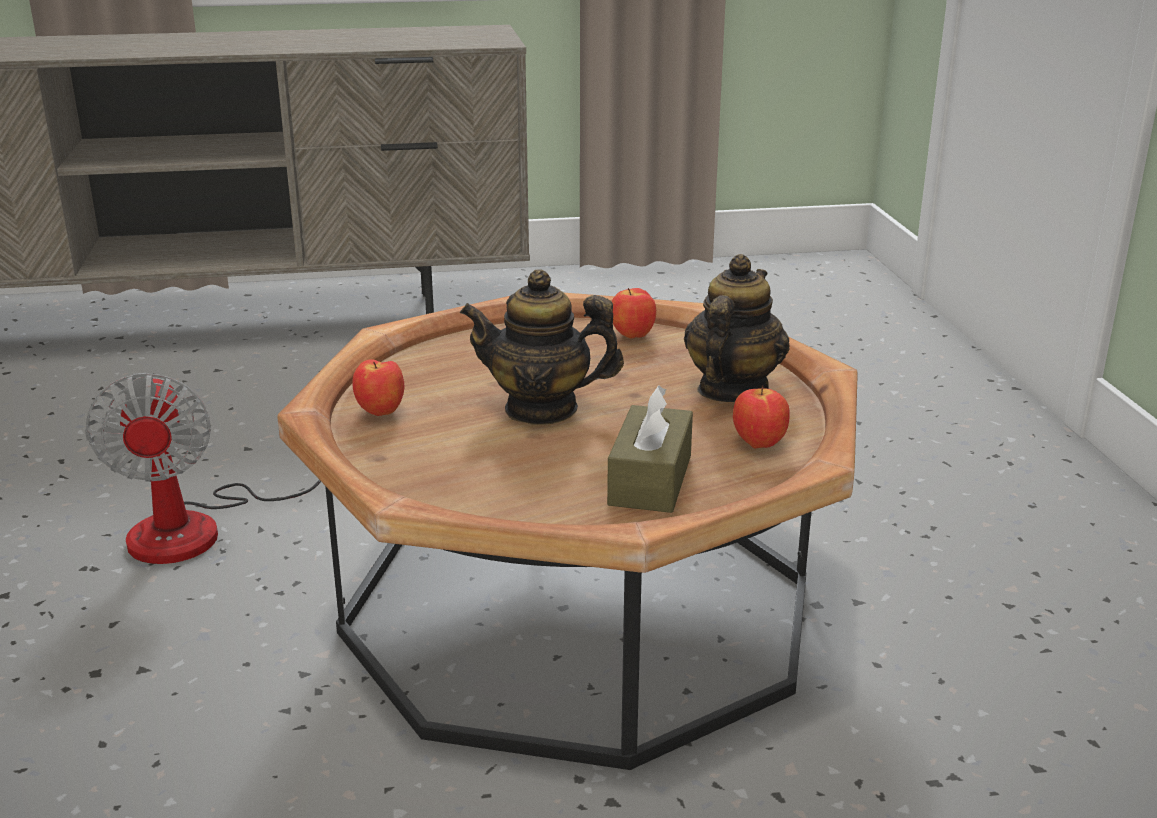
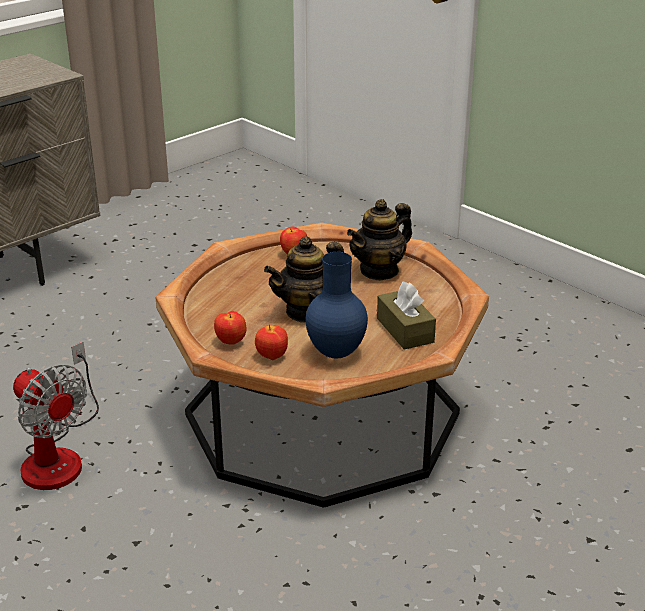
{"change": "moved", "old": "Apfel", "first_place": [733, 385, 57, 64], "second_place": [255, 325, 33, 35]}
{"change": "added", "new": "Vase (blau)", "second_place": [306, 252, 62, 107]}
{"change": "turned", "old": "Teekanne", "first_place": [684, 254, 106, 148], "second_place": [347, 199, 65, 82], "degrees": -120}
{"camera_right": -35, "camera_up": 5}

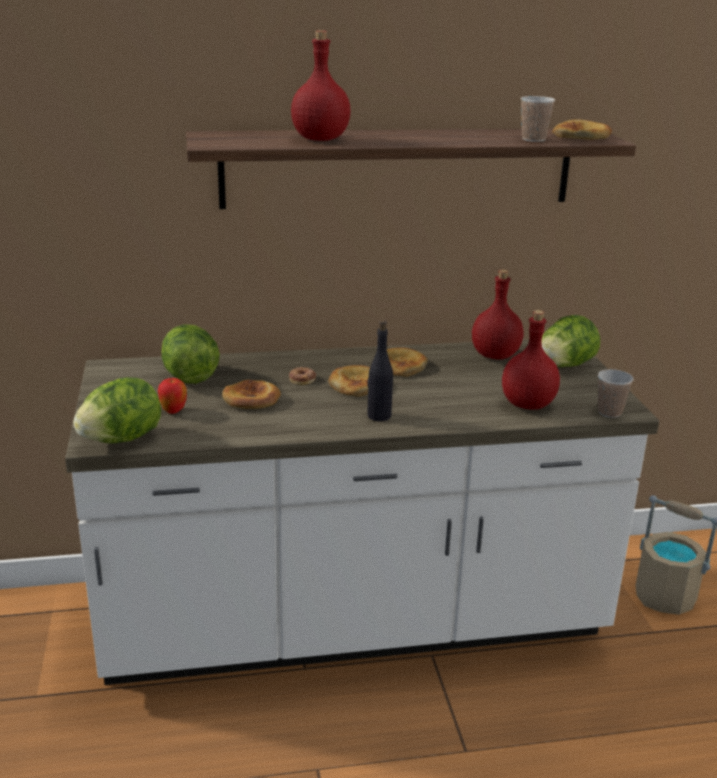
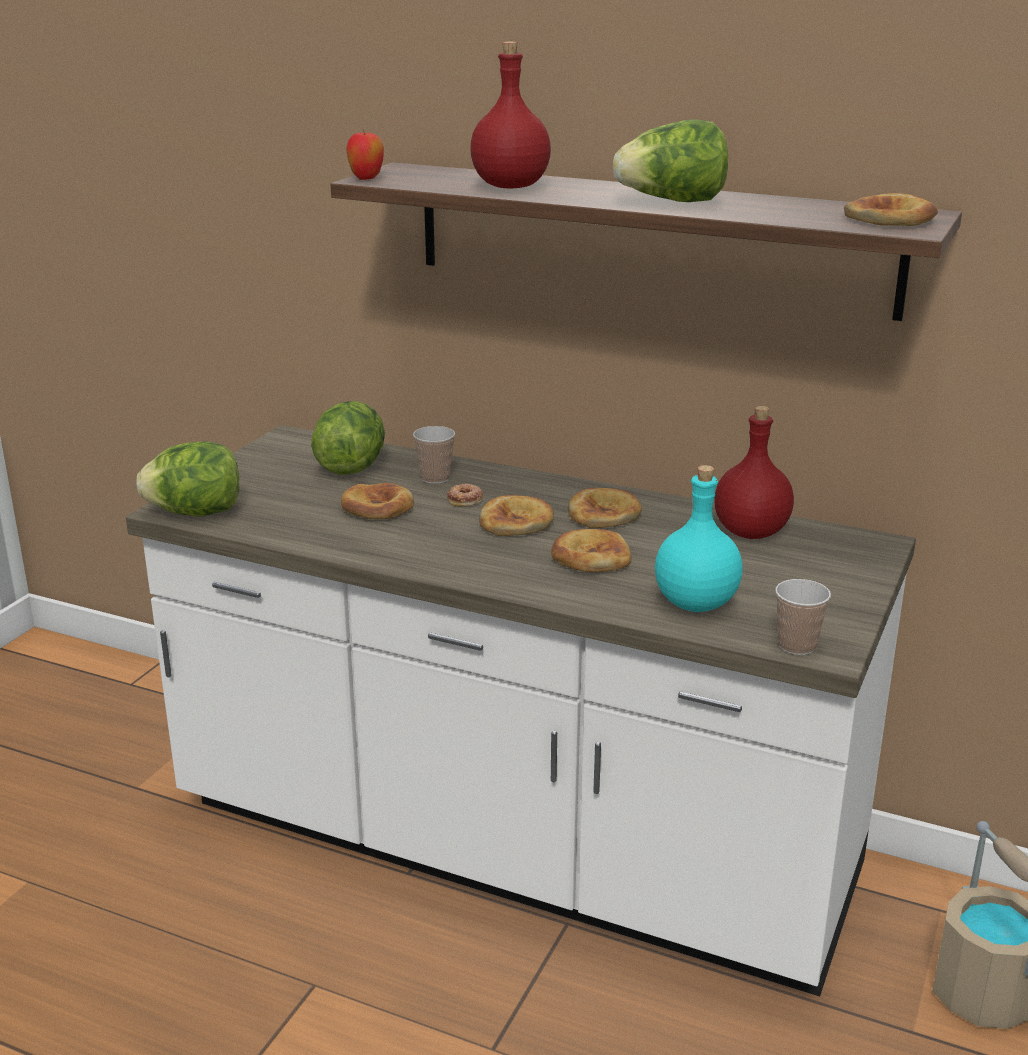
{"change": "moved", "old": "Apfel", "first_place": [158, 378, 29, 36], "second_place": [346, 129, 38, 51]}
{"change": "moved", "old": "Tasse", "first_place": [520, 96, 35, 46], "second_place": [413, 426, 42, 58]}
{"change": "added", "new": "Brot", "second_place": [551, 529, 81, 43]}
{"change": "moved", "old": "Salatkopf", "first_place": [542, 315, 58, 52], "second_place": [613, 119, 115, 83]}
{"change": "recoloured", "old": "Flasche (rot)", "new": "Flasche (türkis)", "first_place": [502, 310, 58, 100], "second_place": [655, 465, 88, 147]}
{"change": "removed", "old": "Flasche (schwarz)", "first_place": [367, 320, 26, 101]}
{"camera_right": 35, "camera_up": 0}

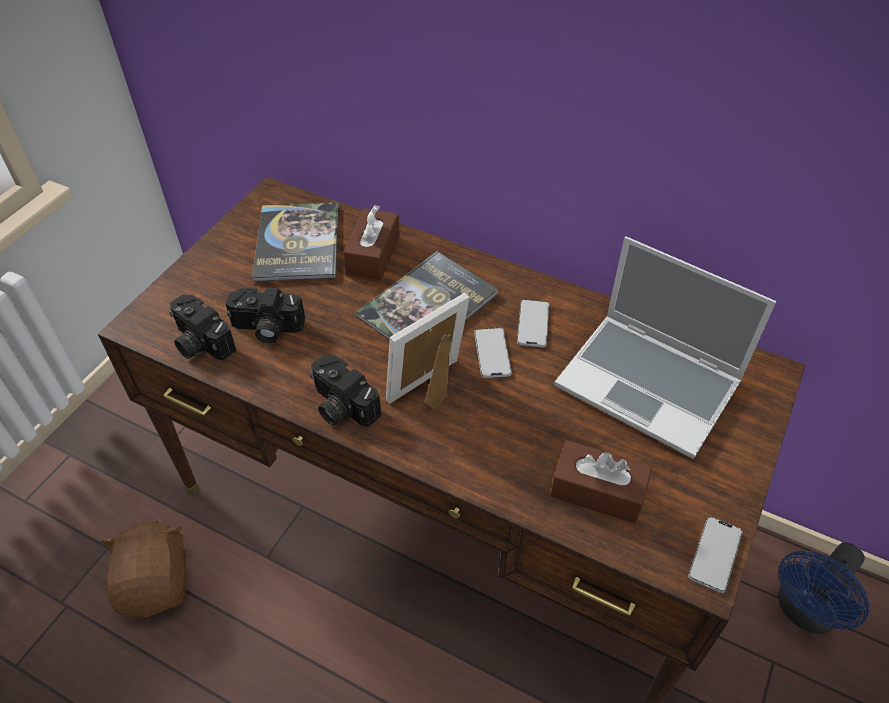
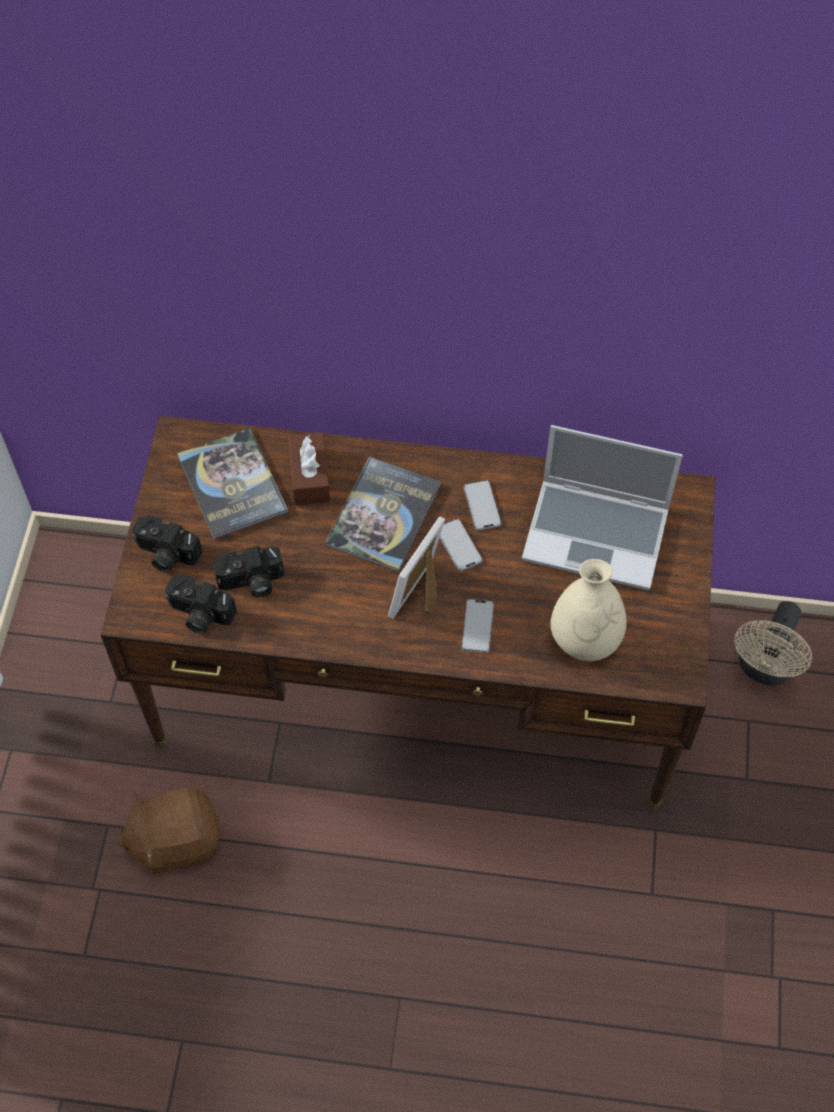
{"change": "turned", "old": "Plüschtier (braun)", "first_place": [101, 521, 86, 97], "second_place": [118, 788, 102, 86], "degrees": -75}
{"change": "moved", "old": "Kamera", "first_place": [310, 355, 71, 72], "second_place": [132, 515, 70, 58]}
{"change": "moved", "old": "Handy", "first_place": [688, 517, 55, 76], "second_place": [461, 599, 33, 54]}
{"change": "replaced", "old": "Taschentuchbox (braun)", "new": "Vase (beige)", "first_place": [550, 440, 102, 84], "second_place": [550, 559, 76, 102]}
{"change": "recoloured", "old": "Ventilator (blau)", "new": "Ventilator (beige)", "first_place": [778, 542, 92, 92], "second_place": [734, 601, 78, 85]}
{"camera_right": -20, "camera_up": 10}

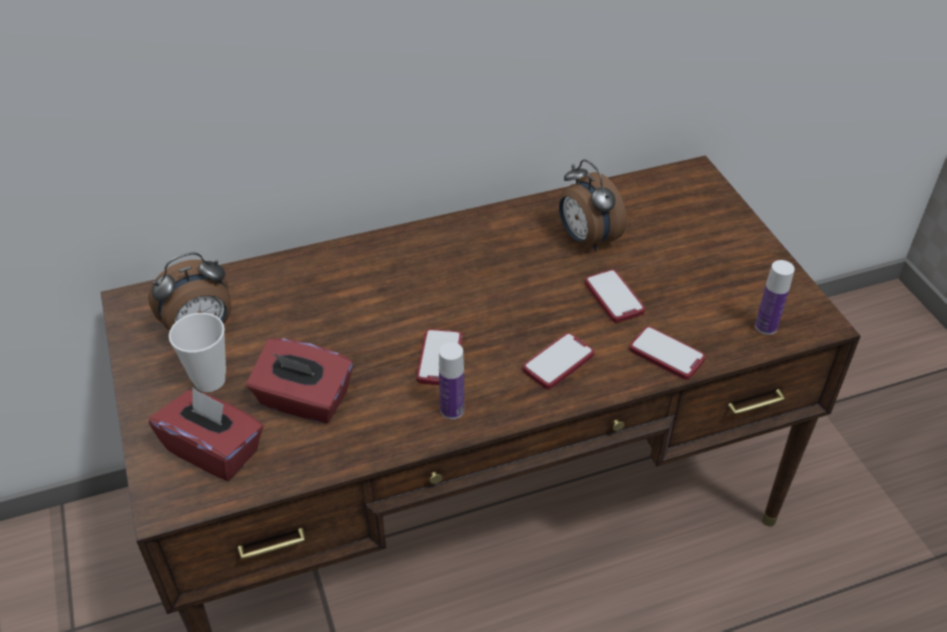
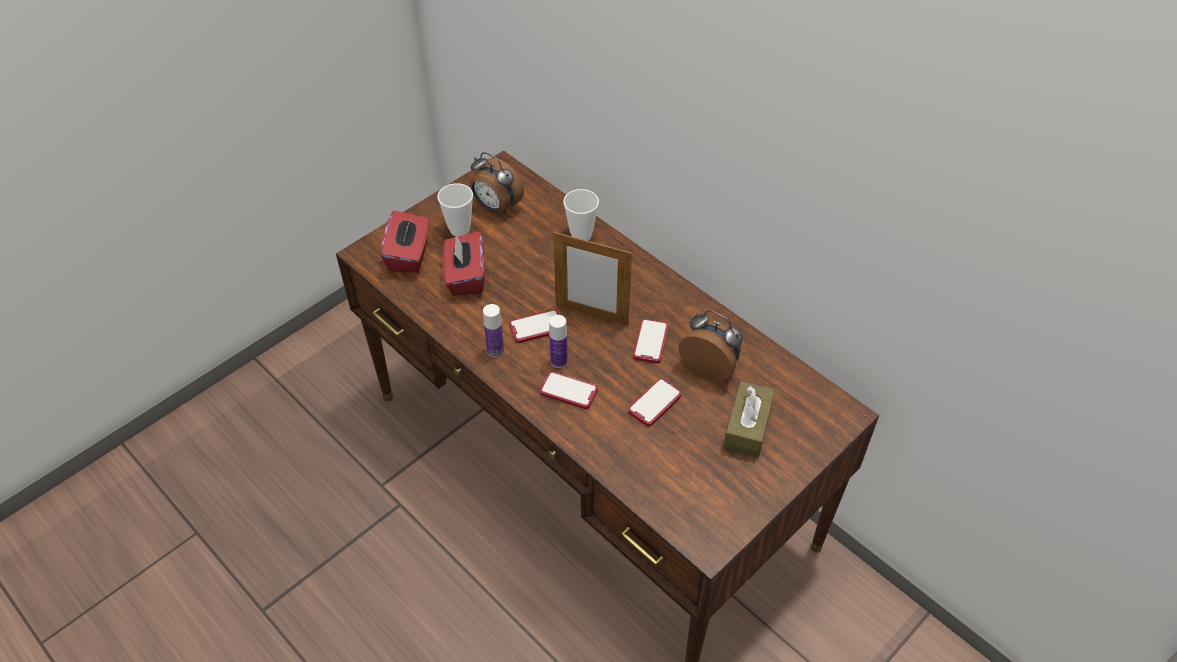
{"change": "moved", "old": "Flasche", "first_place": [755, 260, 40, 75], "second_place": [549, 315, 19, 53]}
{"change": "added", "new": "Bilderrahmen", "second_place": [553, 232, 79, 94]}
{"change": "added", "new": "Tasse", "second_place": [563, 189, 36, 52]}
{"change": "moved", "old": "Handy", "first_place": [629, 326, 76, 54], "second_place": [633, 319, 35, 45]}
{"change": "turned", "old": "Wecker", "first_place": [559, 160, 68, 91], "second_place": [678, 311, 64, 70], "degrees": 90}
{"change": "added", "new": "Taschentuchbox (braun)", "second_place": [723, 381, 52, 77]}
{"camera_right": 65, "camera_up": 5}

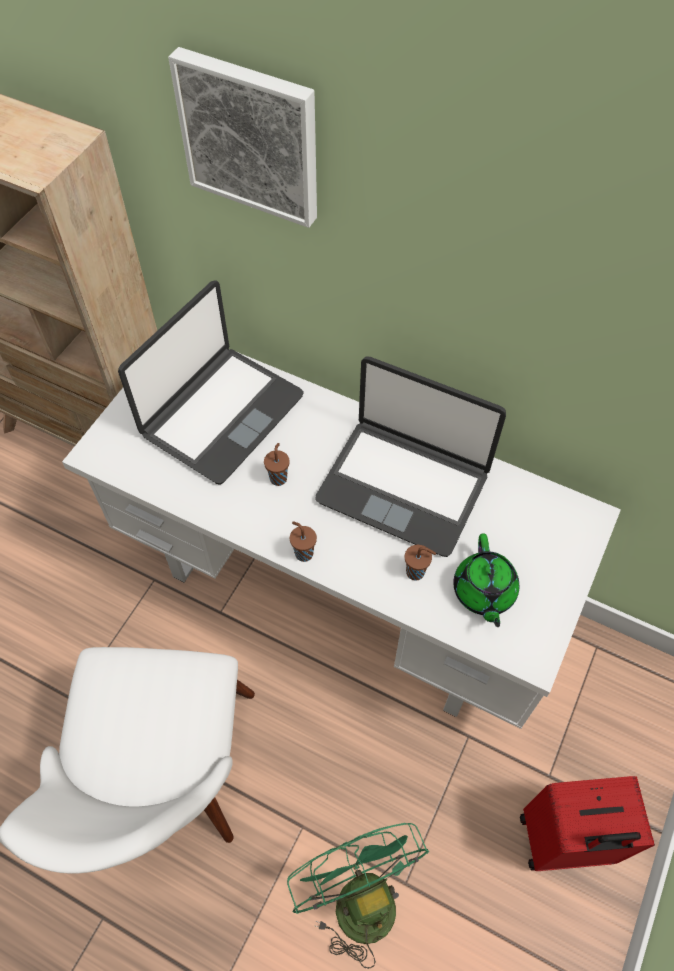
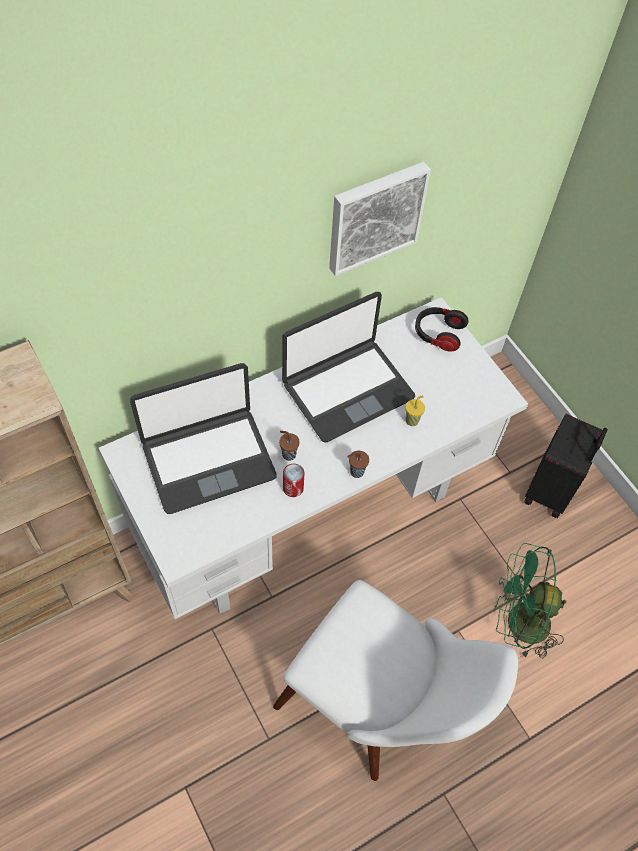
{"change": "turned", "old": "Laptop", "first_place": [118, 280, 186, 205], "second_place": [130, 363, 147, 151], "degrees": 90}
{"change": "added", "new": "Dose", "second_place": [283, 464, 21, 33]}
{"change": "moved", "old": "Bild", "first_place": [168, 47, 149, 181], "second_place": [329, 162, 102, 114]}
{"change": "recoloured", "old": "Tasse (braun)", "new": "Tasse (gelb)", "first_place": [405, 545, 31, 36], "second_place": [405, 395, 20, 31]}
{"change": "added", "new": "Kopfhörer", "second_place": [415, 307, 54, 45]}
{"change": "recoloured", "old": "Koffer (rot)", "new": "Koffer (schwarz)", "first_place": [520, 776, 135, 95], "second_place": [524, 414, 84, 104]}
{"change": "removed", "old": "Teekanne (grün)", "first_place": [453, 534, 66, 93]}
{"camera_right": -60, "camera_up": 0}

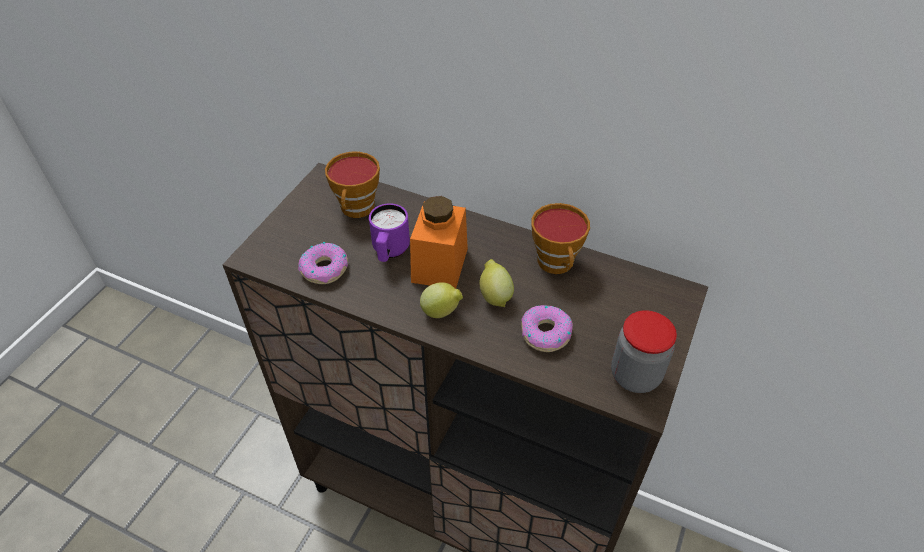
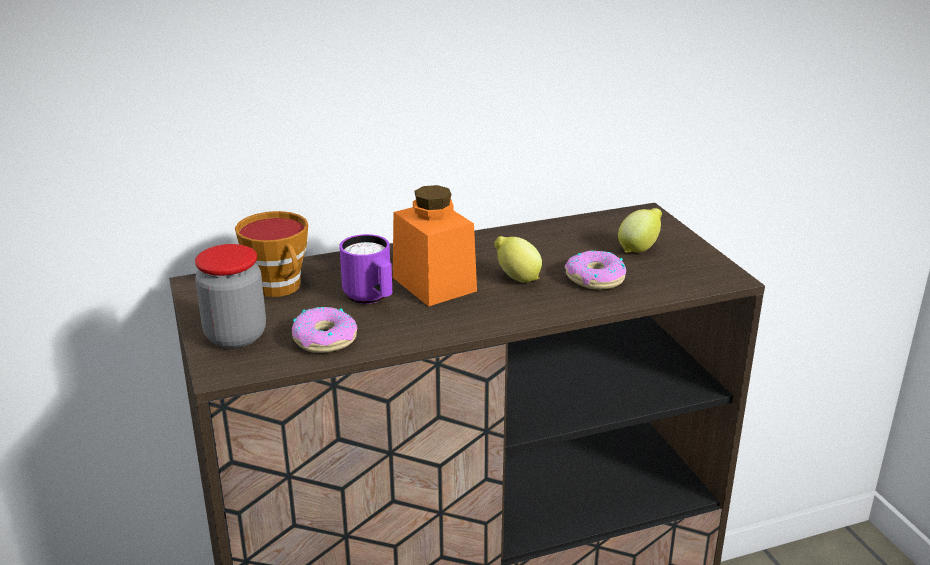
{"change": "moved", "old": "Vorratsglas", "first_place": [611, 310, 66, 83], "second_place": [195, 244, 71, 104]}
{"change": "moved", "old": "Zitrone", "first_place": [420, 282, 43, 36], "second_place": [618, 208, 44, 45]}
{"change": "removed", "old": "Tasse", "first_place": [531, 203, 59, 71]}
{"camera_right": -45, "camera_up": -20}

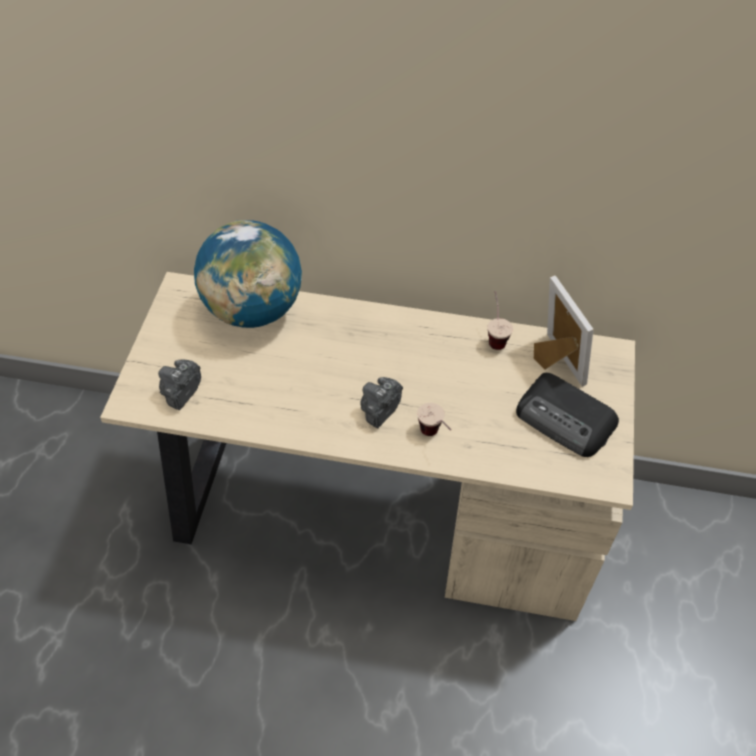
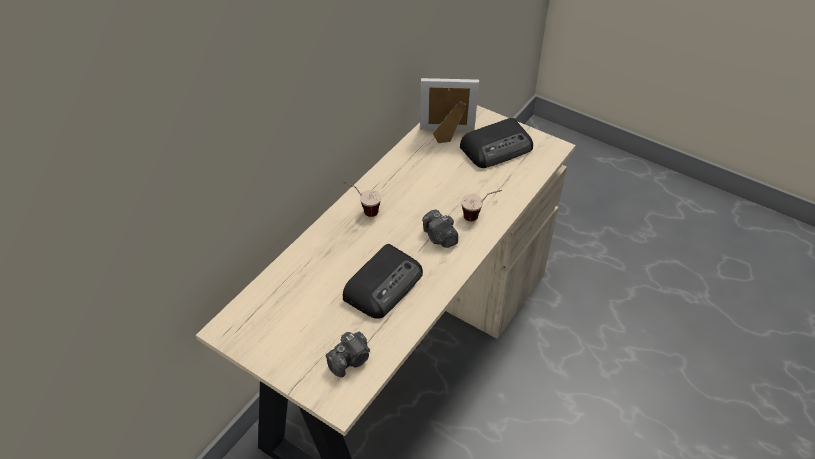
{"change": "turned", "old": "Kamera", "first_place": [158, 360, 43, 50], "second_place": [326, 331, 44, 46], "degrees": -90}
{"change": "moved", "old": "Tasse", "first_place": [488, 291, 25, 59], "second_place": [343, 181, 38, 36]}
{"change": "added", "new": "Radio", "second_place": [343, 244, 80, 75]}
{"change": "removed", "old": "Globus", "first_place": [194, 220, 108, 108]}
{"camera_right": -65, "camera_up": -5}

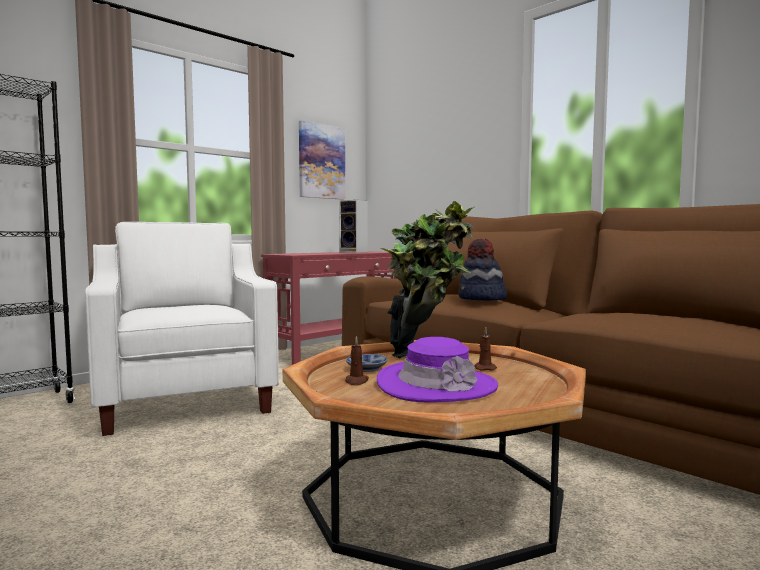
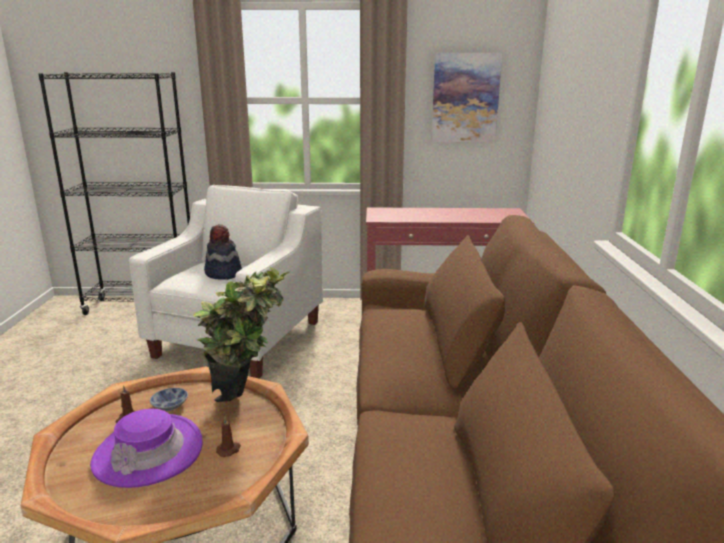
{"change": "moved", "old": "Hut", "first_place": [458, 239, 49, 61], "second_place": [204, 224, 38, 56]}
{"change": "removed", "old": "Lautsprecher", "first_place": [339, 200, 29, 53]}
{"camera_right": 45, "camera_up": 15}

